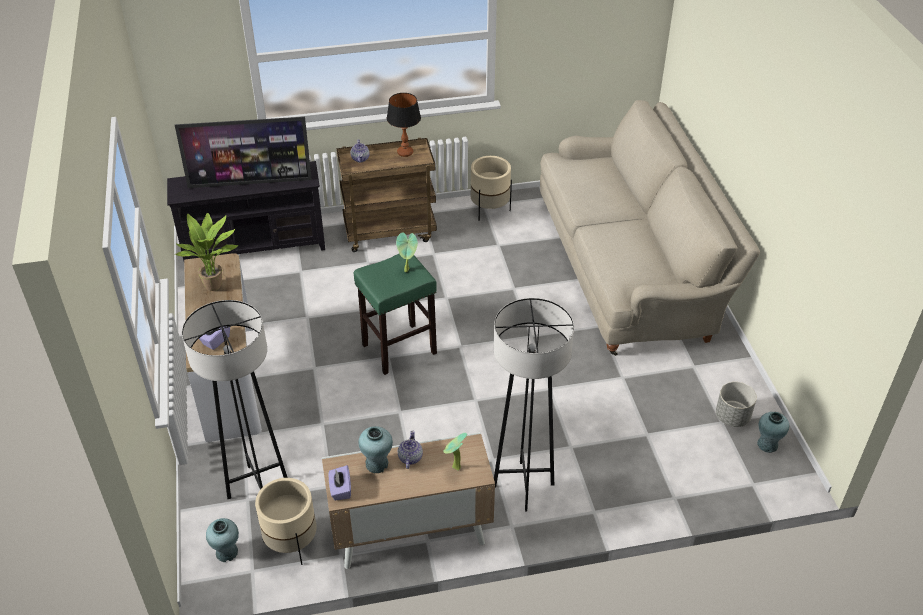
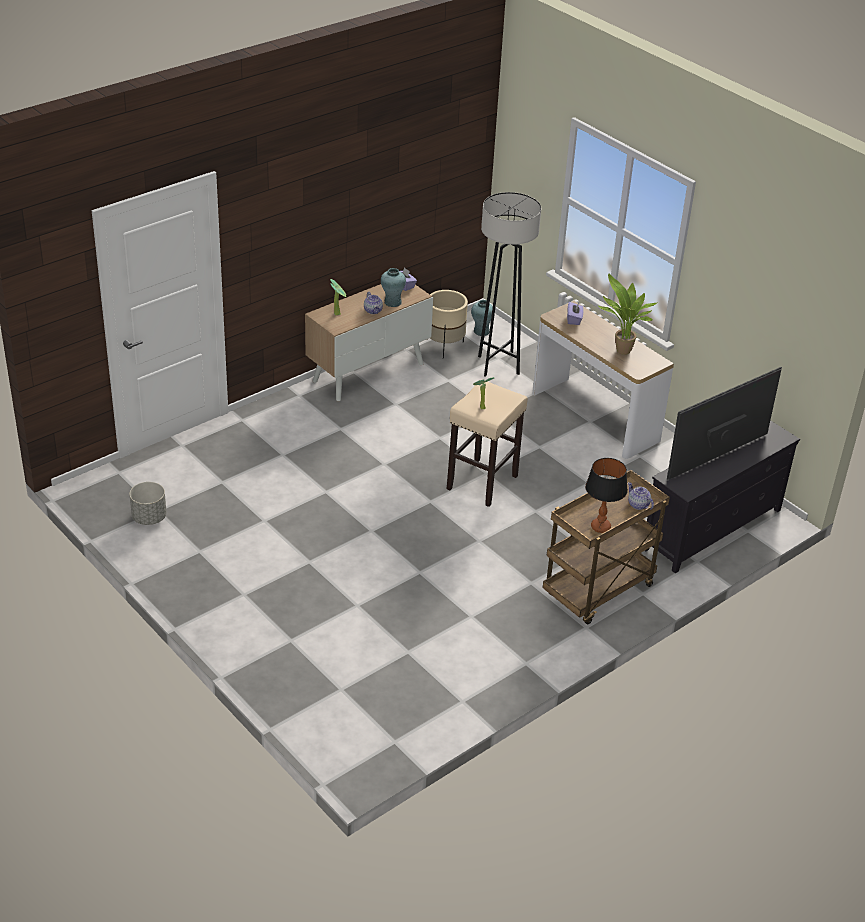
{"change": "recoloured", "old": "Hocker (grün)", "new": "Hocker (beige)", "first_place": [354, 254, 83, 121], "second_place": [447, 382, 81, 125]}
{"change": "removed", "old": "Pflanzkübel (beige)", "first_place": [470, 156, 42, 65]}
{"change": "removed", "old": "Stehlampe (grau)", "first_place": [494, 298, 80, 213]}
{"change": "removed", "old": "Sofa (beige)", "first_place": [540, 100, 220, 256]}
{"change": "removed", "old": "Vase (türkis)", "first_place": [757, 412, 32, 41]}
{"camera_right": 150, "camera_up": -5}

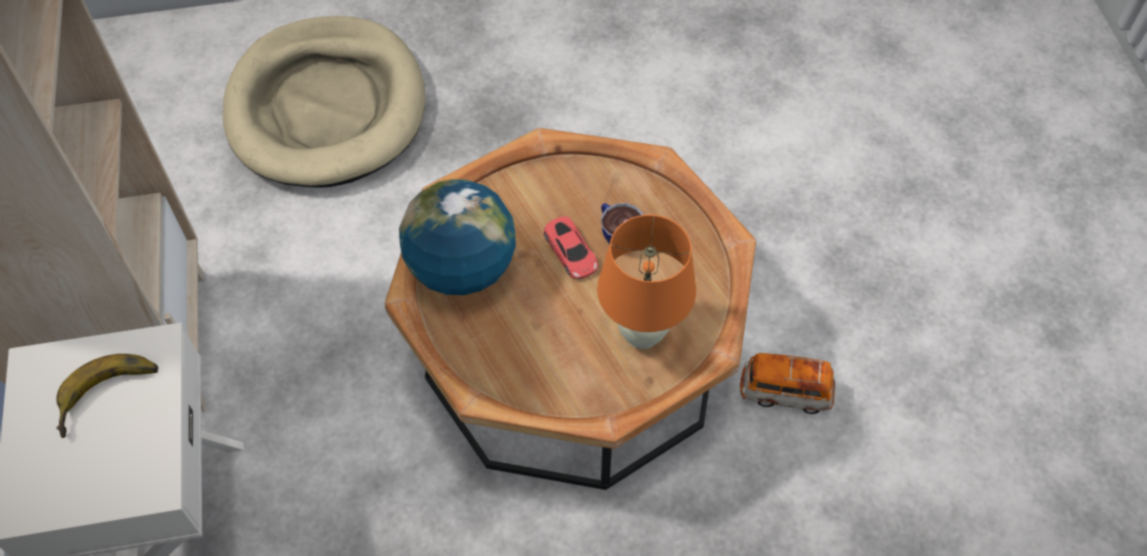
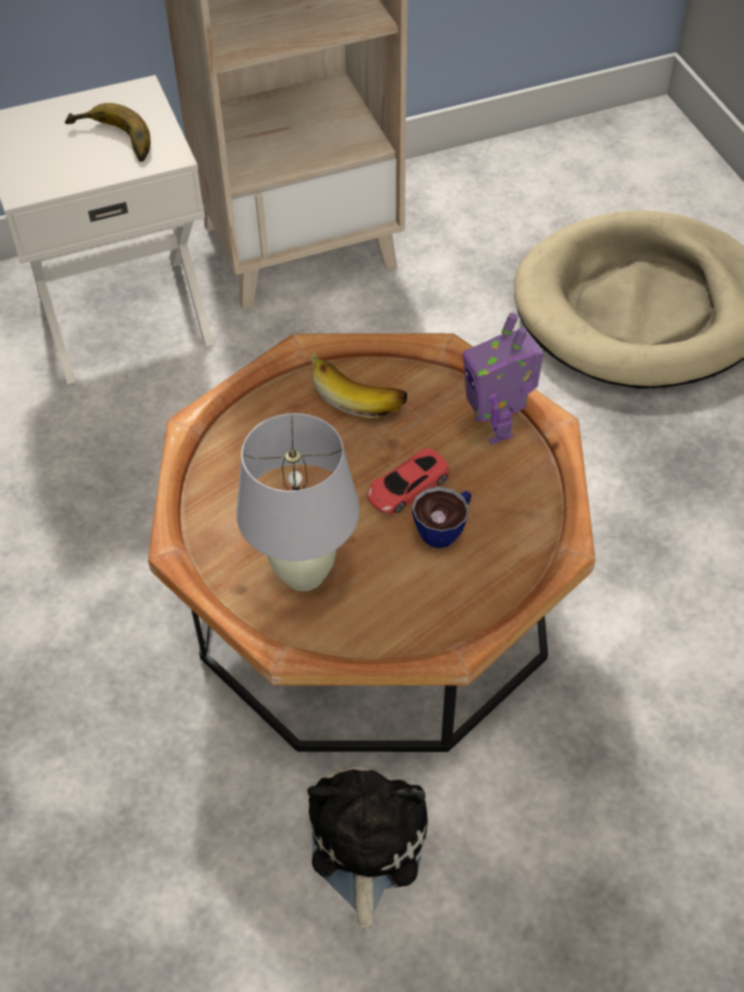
{"change": "recoloured", "old": "Tischlampe (orange)", "new": "Tischlampe (weiß)", "first_place": [597, 215, 99, 134], "second_place": [236, 413, 124, 178]}
{"change": "replaced", "old": "Spielzeugauto", "new": "Plüschtier", "first_place": [740, 353, 95, 61], "second_place": [307, 767, 121, 164]}
{"change": "replaced", "old": "Globus", "new": "Banane", "first_place": [399, 179, 117, 116], "second_place": [311, 352, 96, 66]}
{"change": "added", "new": "Spielzeugroboter", "second_place": [463, 313, 80, 131]}
{"camera_right": 80, "camera_up": -5}

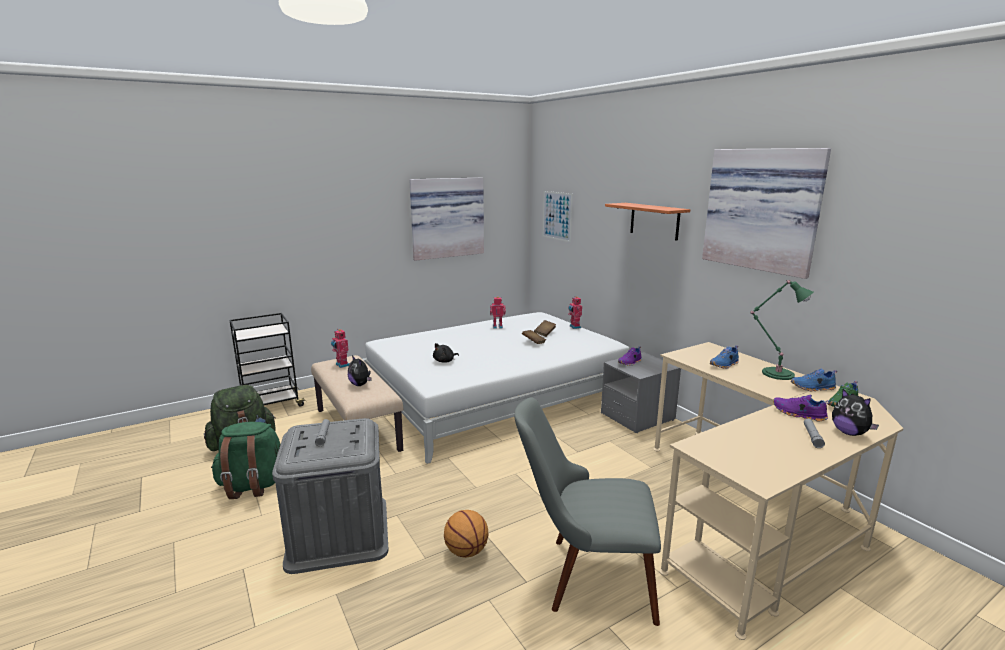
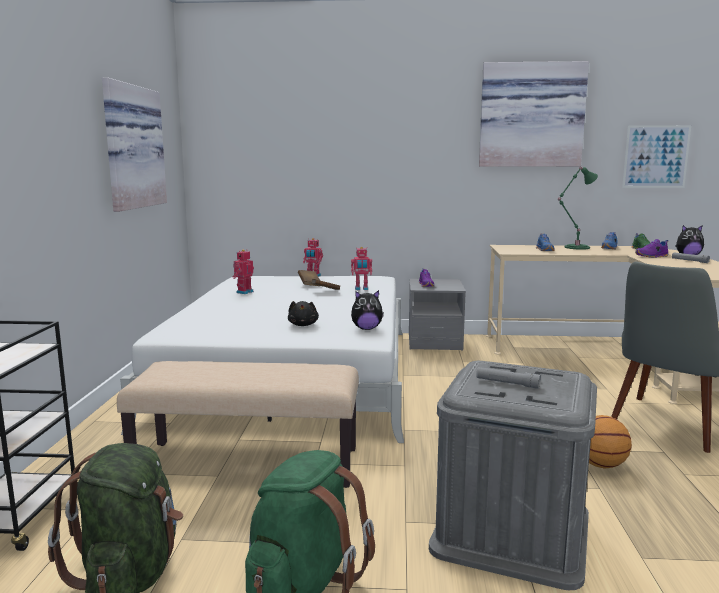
{"change": "moved", "old": "Spielzeugroboter", "first_place": [331, 329, 18, 39], "second_place": [351, 247, 21, 43]}
{"change": "moved", "old": "Plüschtier", "first_place": [348, 355, 24, 31], "second_place": [351, 290, 33, 40]}
{"change": "moved", "old": "Bild", "first_place": [543, 191, 30, 51], "second_place": [622, 125, 69, 63]}
{"change": "removed", "old": "Wandregal", "first_place": [605, 203, 85, 38]}
{"camera_right": -55, "camera_up": -5}

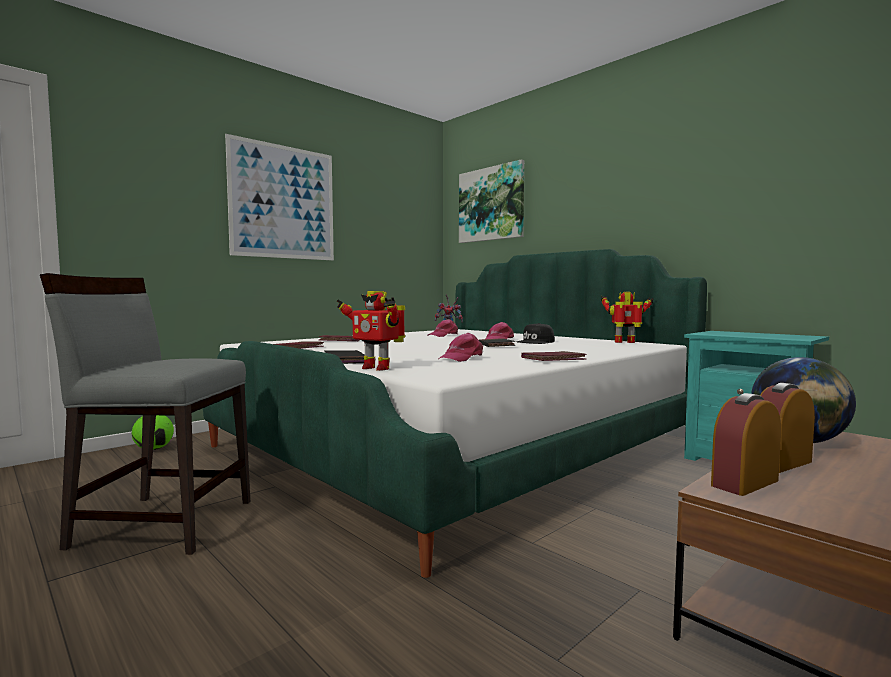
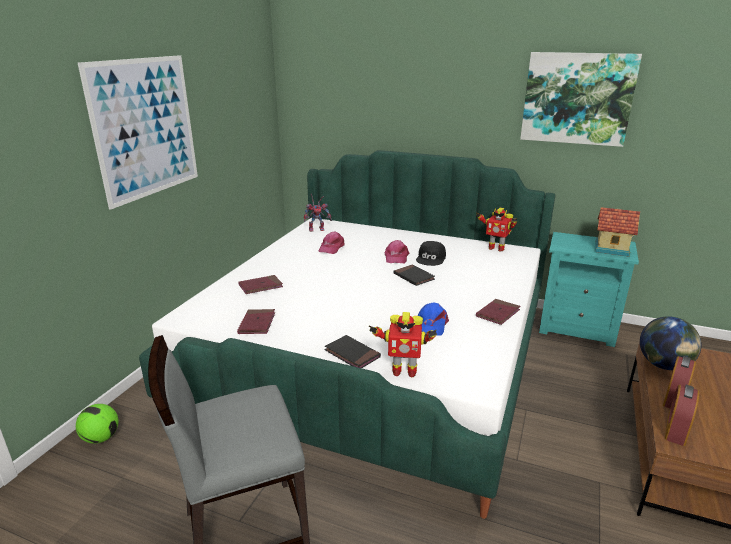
{"change": "recoloured", "old": "Kappe (rosa)", "new": "Kappe (blau)", "first_place": [438, 333, 45, 29], "second_place": [418, 302, 31, 34]}
{"change": "turned", "old": "Spielzeugroboter", "first_place": [601, 292, 53, 51], "second_place": [476, 208, 41, 44], "degrees": -135}
{"change": "moved", "old": "Bild", "first_place": [459, 159, 65, 84], "second_place": [520, 52, 122, 95]}
{"change": "added", "new": "Spielzeughaus", "second_place": [595, 207, 45, 50]}
{"camera_right": -25, "camera_up": 20}

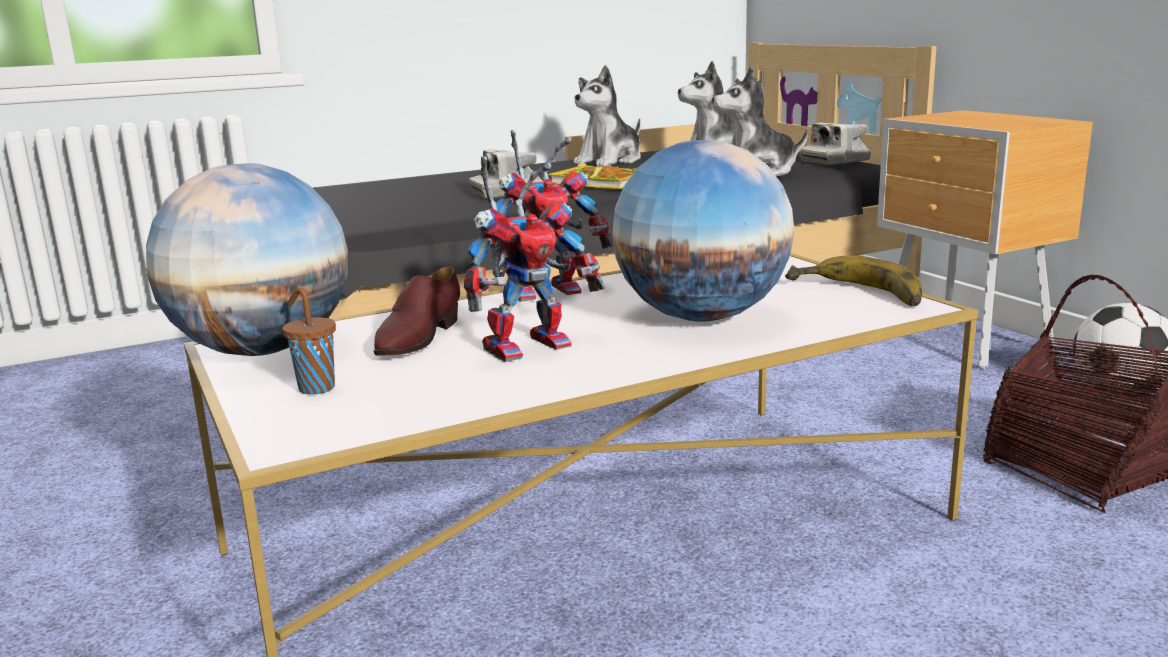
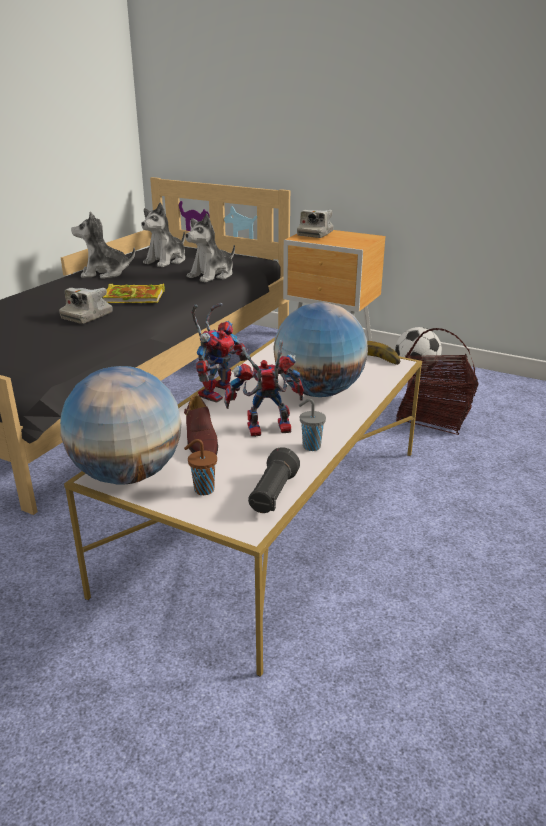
{"change": "turned", "old": "Plüschtier", "first_place": [574, 65, 67, 101], "second_place": [71, 211, 64, 68], "degrees": 75}
{"change": "turned", "old": "Spielzeugroboter", "first_place": [464, 156, 141, 206], "second_place": [224, 340, 80, 97], "degrees": -120}
{"change": "added", "new": "Taschenlampe (schwarz)", "second_place": [248, 447, 52, 66]}
{"change": "moved", "old": "Kamera", "first_place": [801, 122, 70, 43], "second_place": [297, 210, 37, 28]}
{"change": "added", "new": "Tasse (grau)", "second_place": [299, 399, 27, 52]}
{"camera_right": -35, "camera_up": 10}

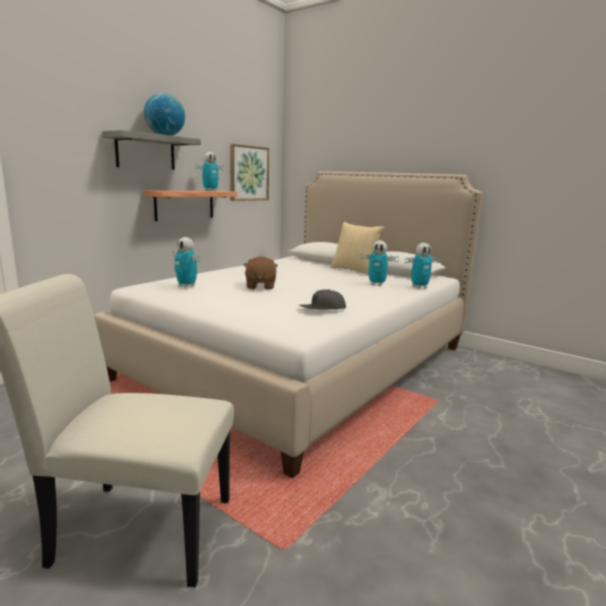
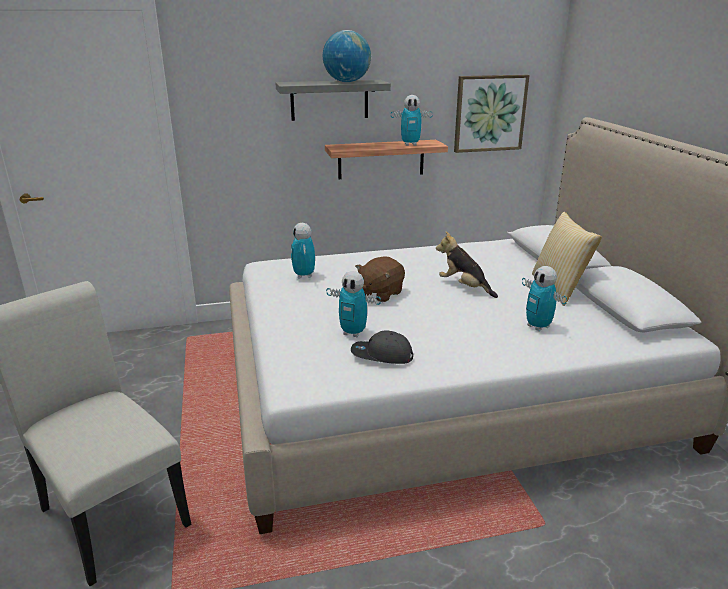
{"change": "moved", "old": "Spielzeugroboter", "first_place": [405, 243, 35, 45], "second_place": [326, 271, 55, 66]}
{"change": "added", "new": "Plüschtier", "second_place": [436, 232, 62, 66]}
{"camera_right": 40, "camera_up": 10}

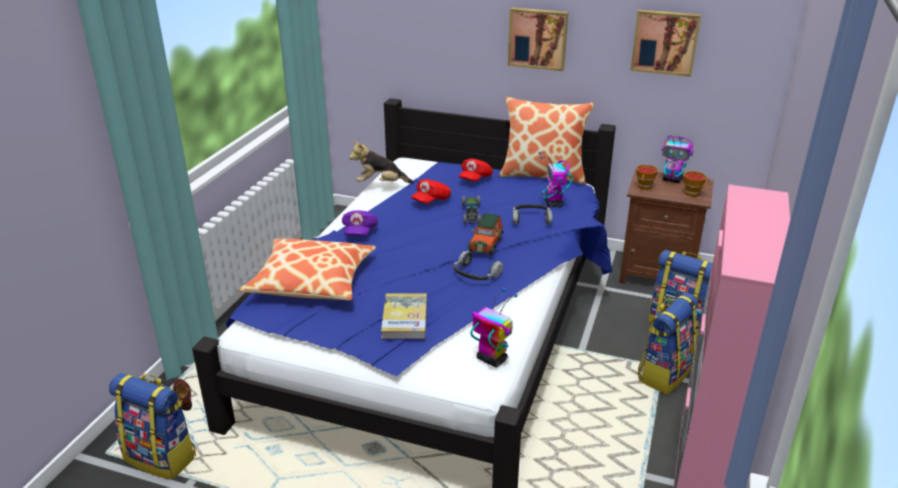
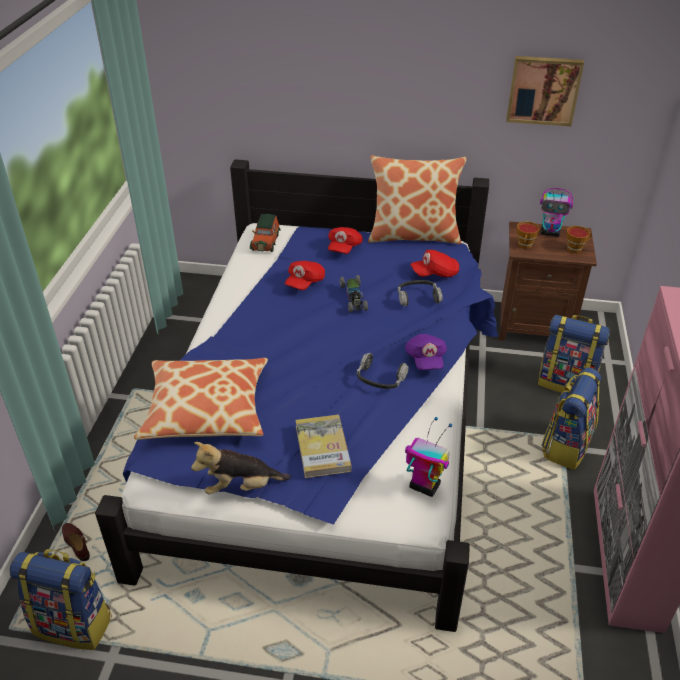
{"change": "moved", "old": "Plüschtier", "first_place": [349, 141, 65, 43], "second_place": [191, 442, 100, 52]}
{"change": "moved", "old": "Spielzeugauto", "first_place": [467, 213, 36, 42], "second_place": [250, 214, 30, 38]}
{"change": "moved", "old": "Kappe (lila)", "first_place": [342, 210, 36, 26], "second_place": [405, 334, 42, 36]}
{"change": "replaced", "old": "Spielzeugroboter", "new": "Kappe (rot)", "first_place": [539, 152, 34, 55], "second_place": [410, 250, 49, 27]}
{"change": "removed", "old": "Bild", "first_place": [508, 8, 60, 63]}
{"camera_right": -10, "camera_up": 10}

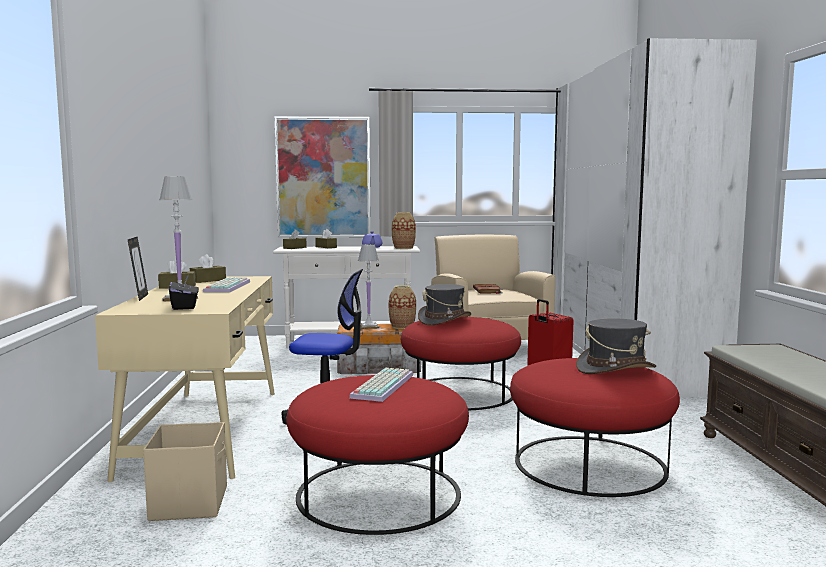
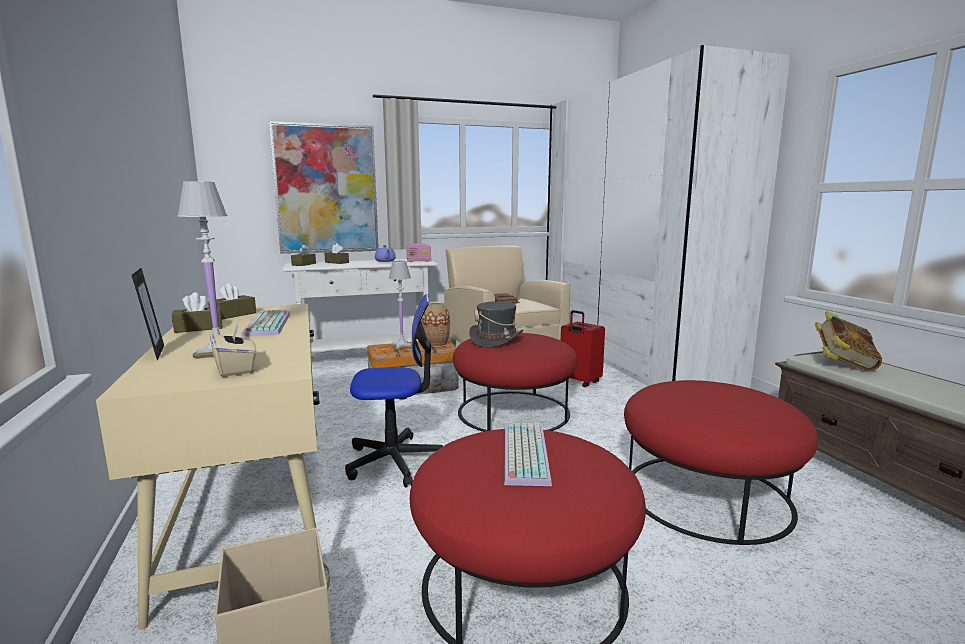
{"change": "recoloured", "old": "Taschentuchbox (schwarz)", "new": "Taschentuchbox (beige)", "first_place": [169, 275, 30, 35], "second_place": [210, 324, 47, 53]}
{"change": "replaced", "old": "Vase", "new": "Radio", "first_place": [392, 212, 24, 37], "second_place": [407, 243, 24, 19]}
{"change": "added", "new": "Buch", "second_place": [815, 311, 67, 61]}
{"change": "removed", "old": "Hut (grau)", "first_place": [576, 318, 80, 56]}
{"camera_right": -15, "camera_up": 5}

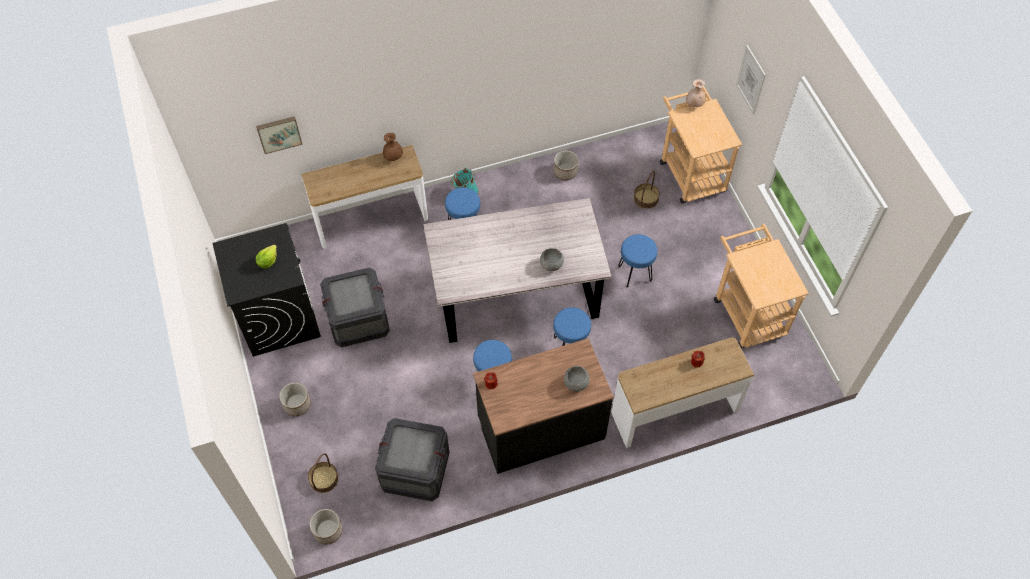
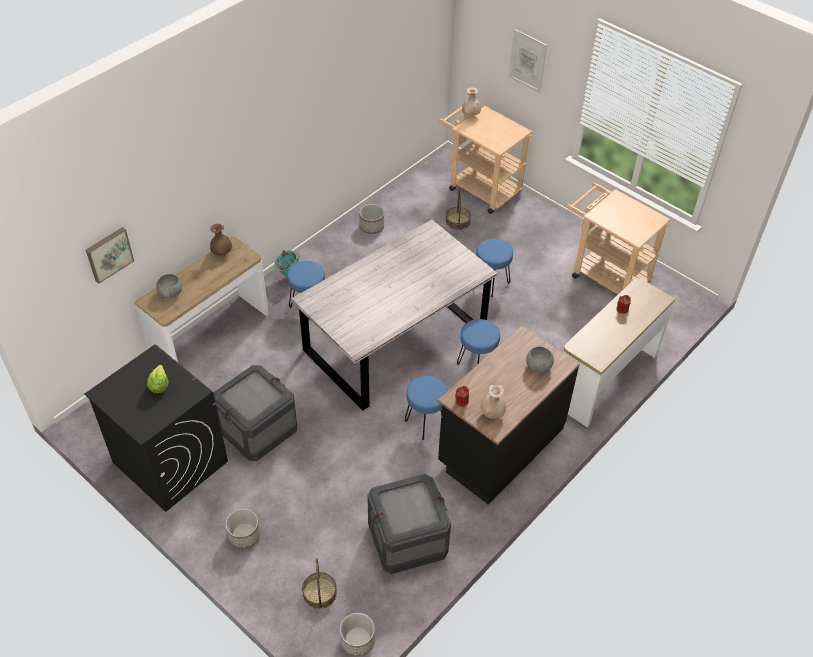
{"change": "moved", "old": "Schüssel (grau)", "first_place": [540, 248, 24, 23], "second_place": [156, 274, 26, 24]}
{"change": "added", "new": "Vase (beige)", "second_place": [480, 385, 26, 34]}
{"camera_right": -30, "camera_up": -10}

